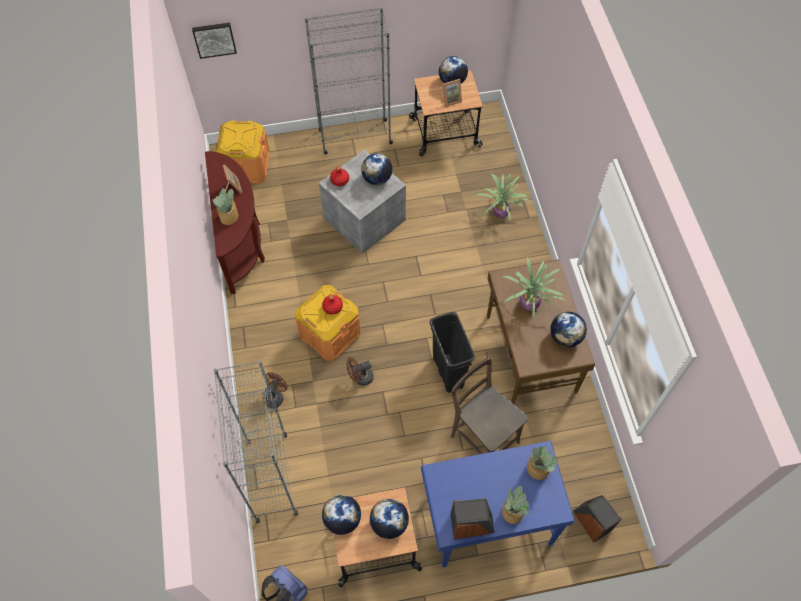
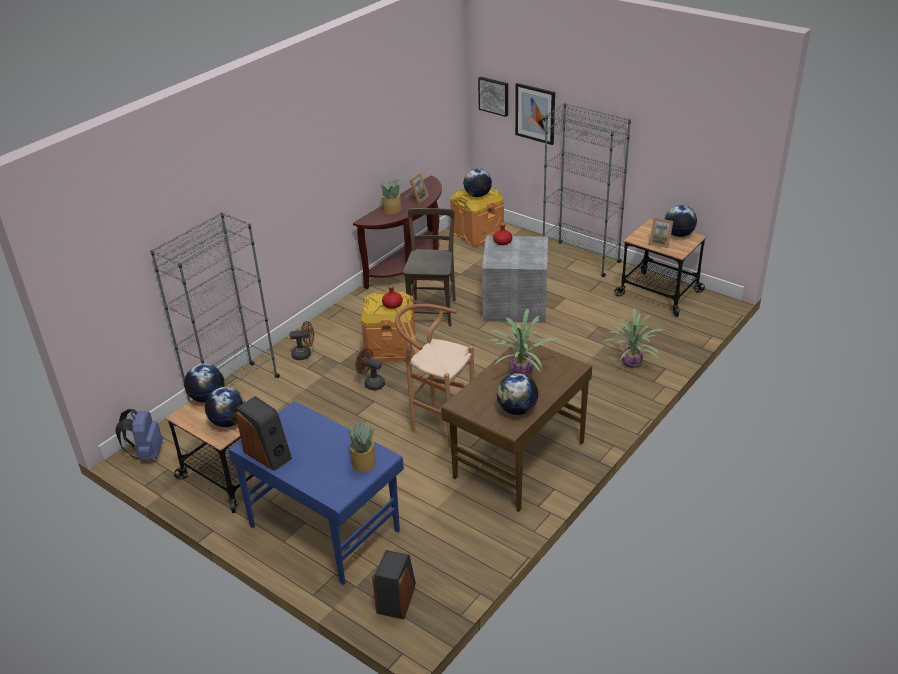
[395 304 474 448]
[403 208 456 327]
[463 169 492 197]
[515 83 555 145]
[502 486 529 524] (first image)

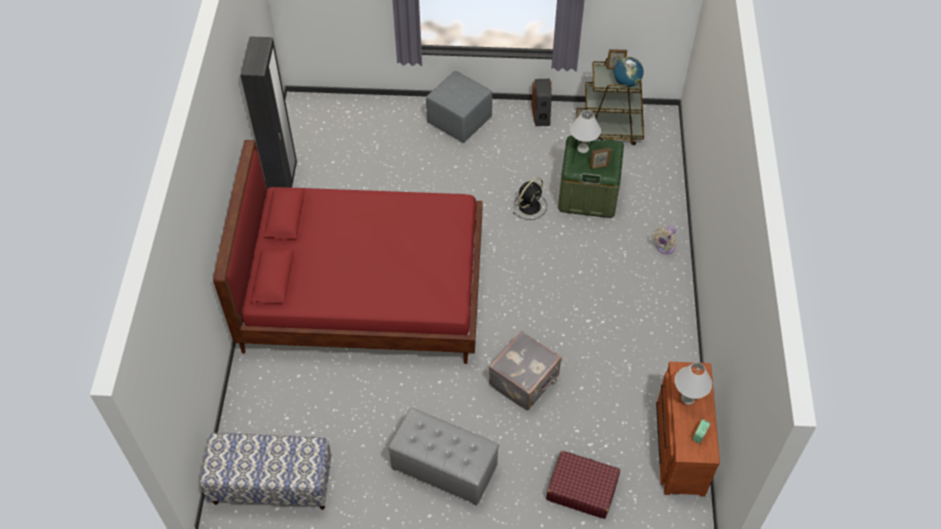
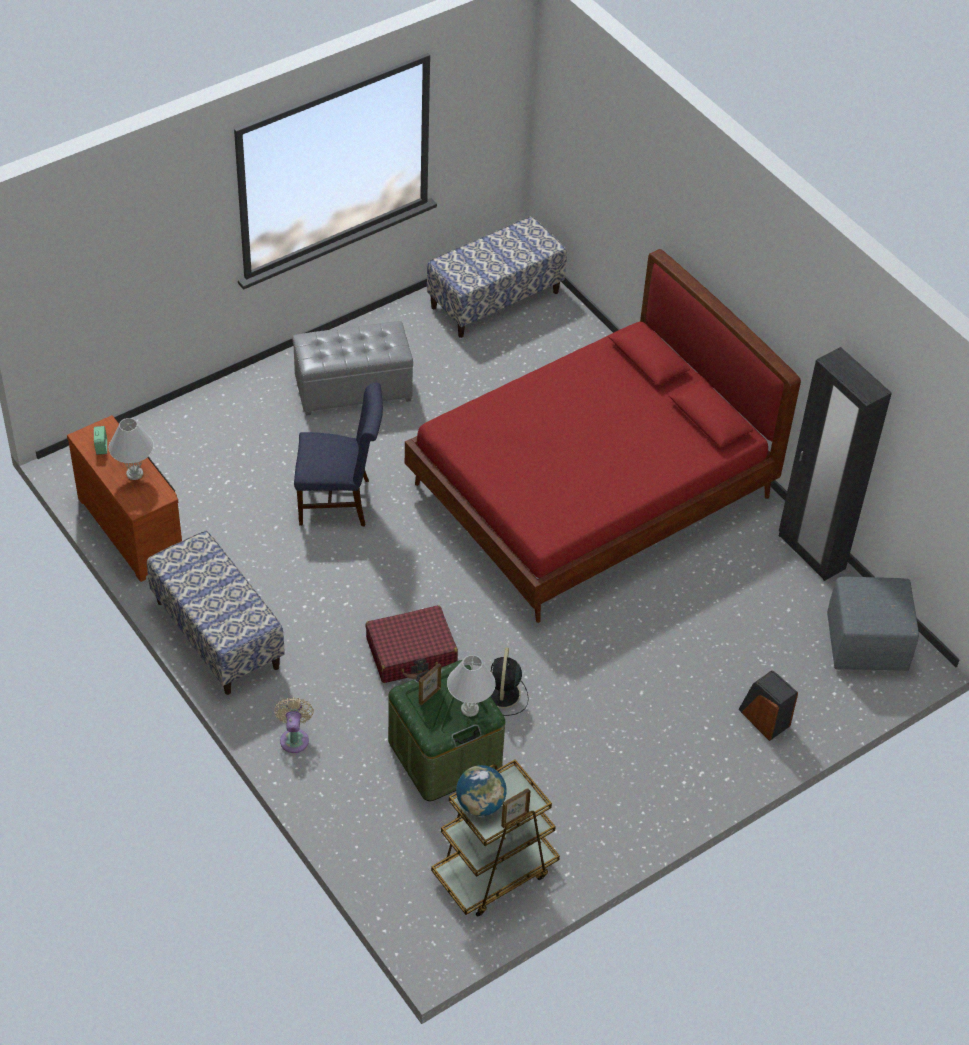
[147 531 285 695]
[294 383 383 527]
[366 605 458 683]
[738 671 798 741]
[827 577 919 671]

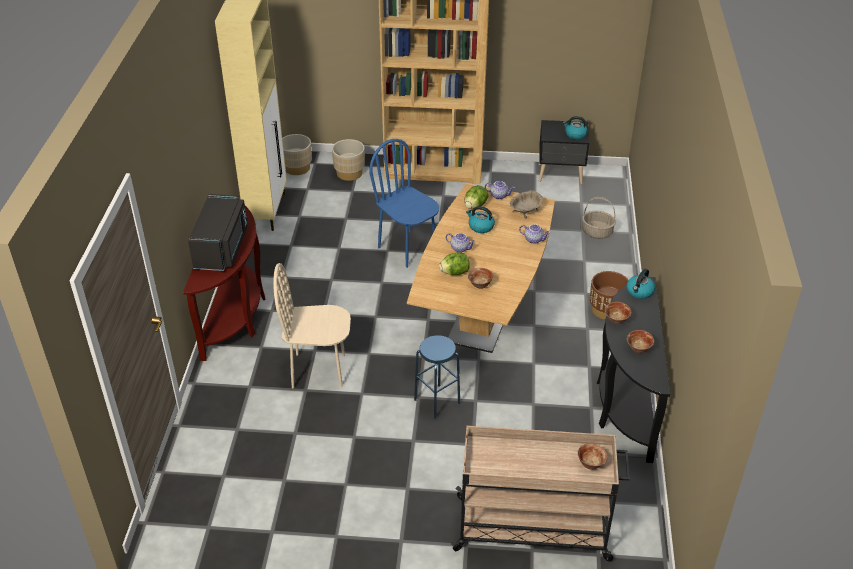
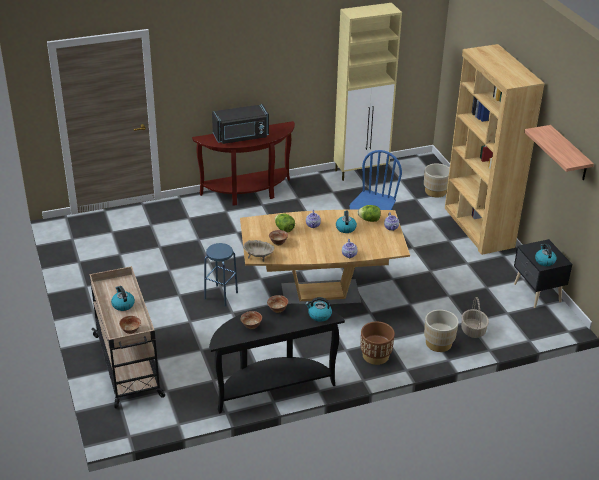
[111 286 135 311]
[243 240 275 262]
[424 310 458 352]
[524 125 594 180]
[273 263 351 388] (first image)

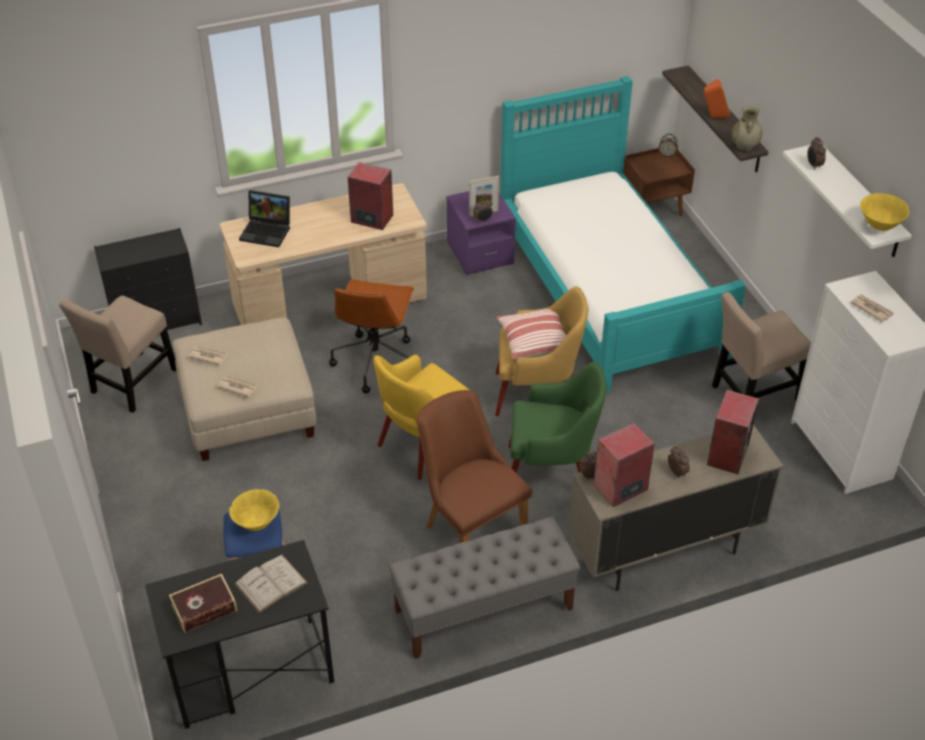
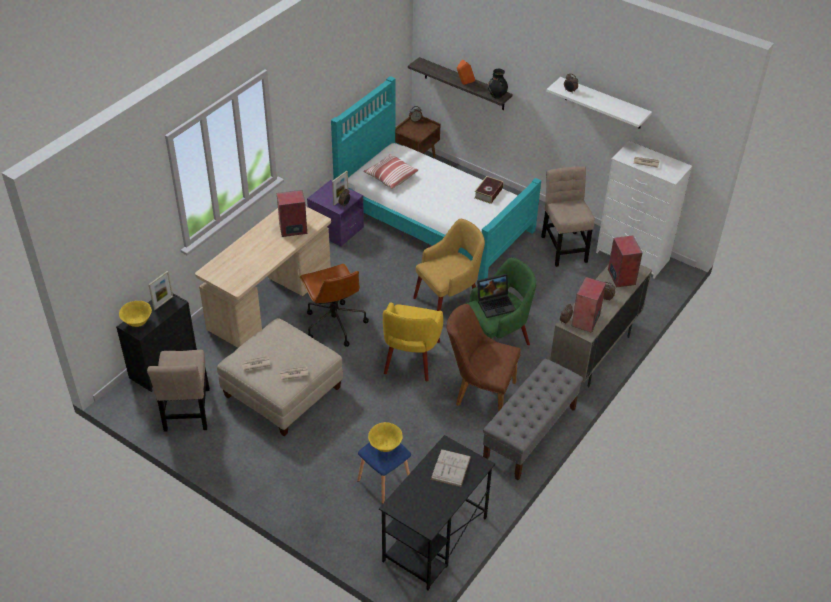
[119 301 152 327]
[148 271 173 310]
[363 154 418 189]
[474 176 504 204]
[477 274 516 318]
[488 69 508 99]
[541 166 595 267]

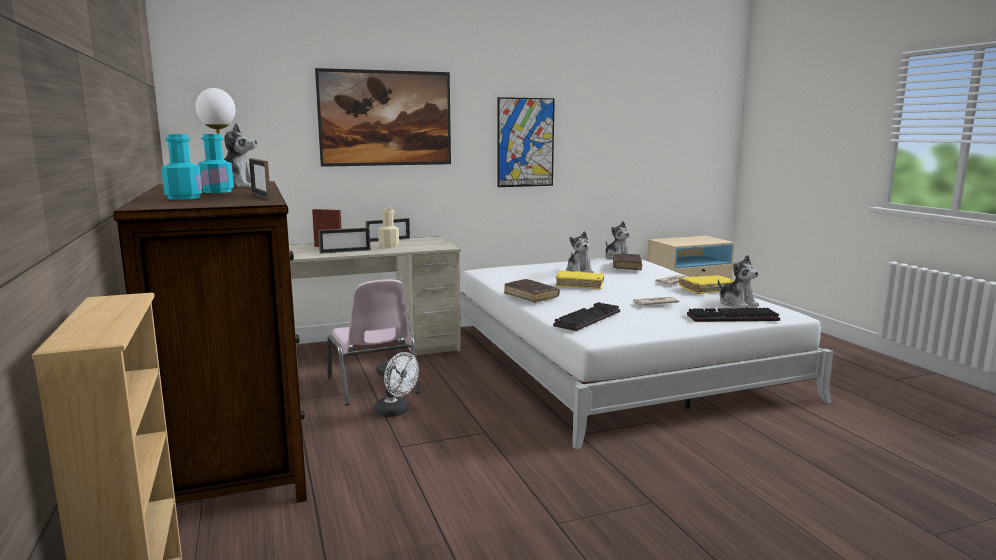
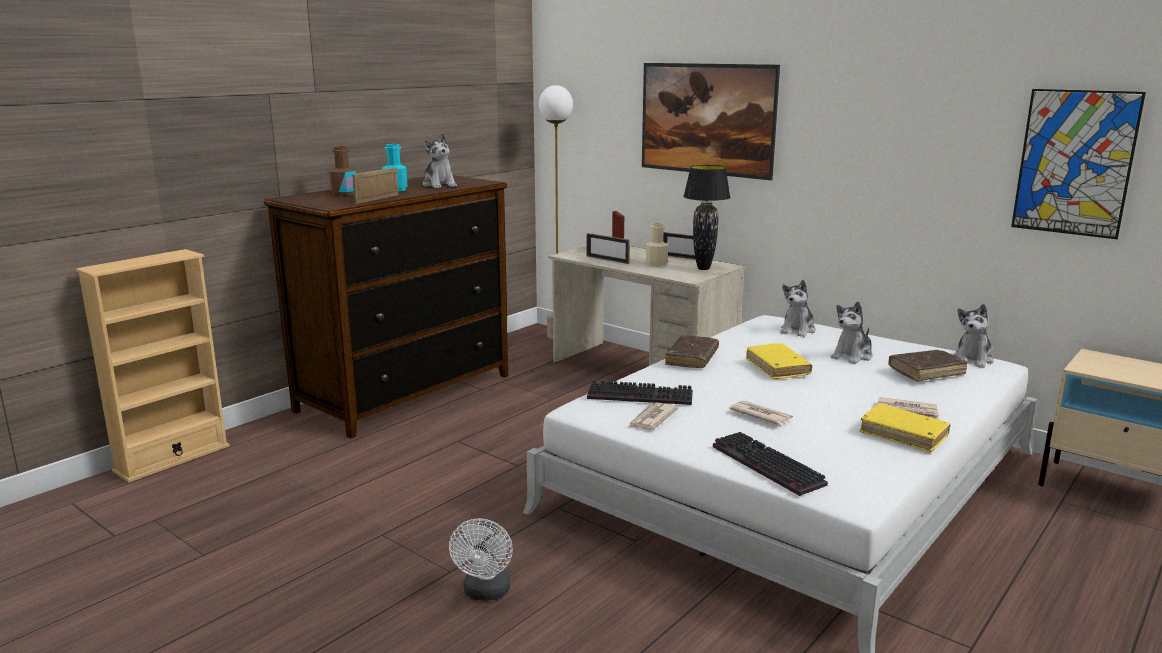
[329 146 356 195]
[449 518 513 601]
[628 403 678 430]
[683 165 730 270]
[781 280 816 337]
[1011 89 1146 239]
[327 279 420 405] (first image)

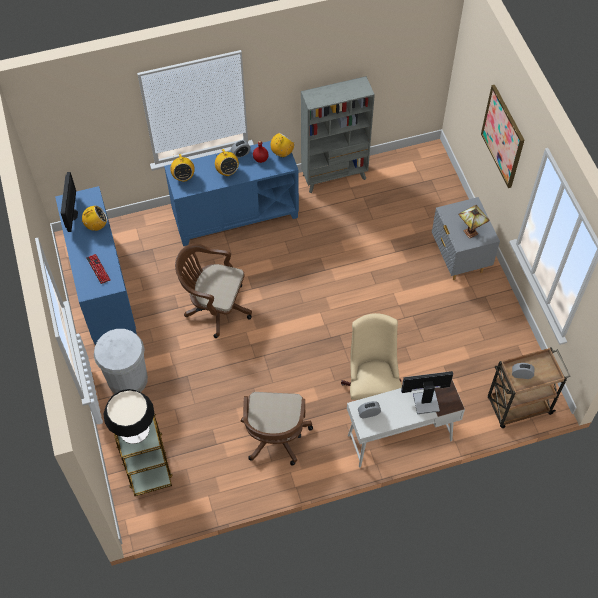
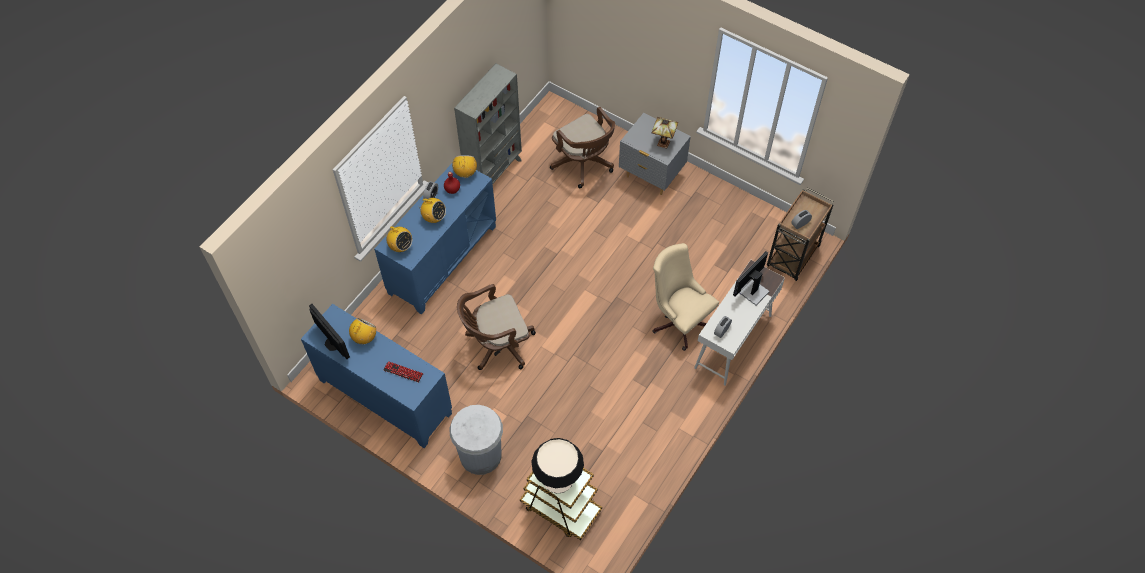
[550 107 615 188]
[481 85 524 188] (first image)

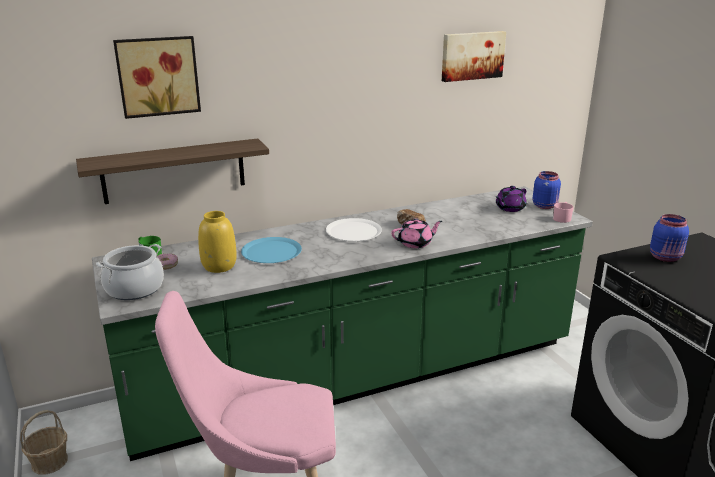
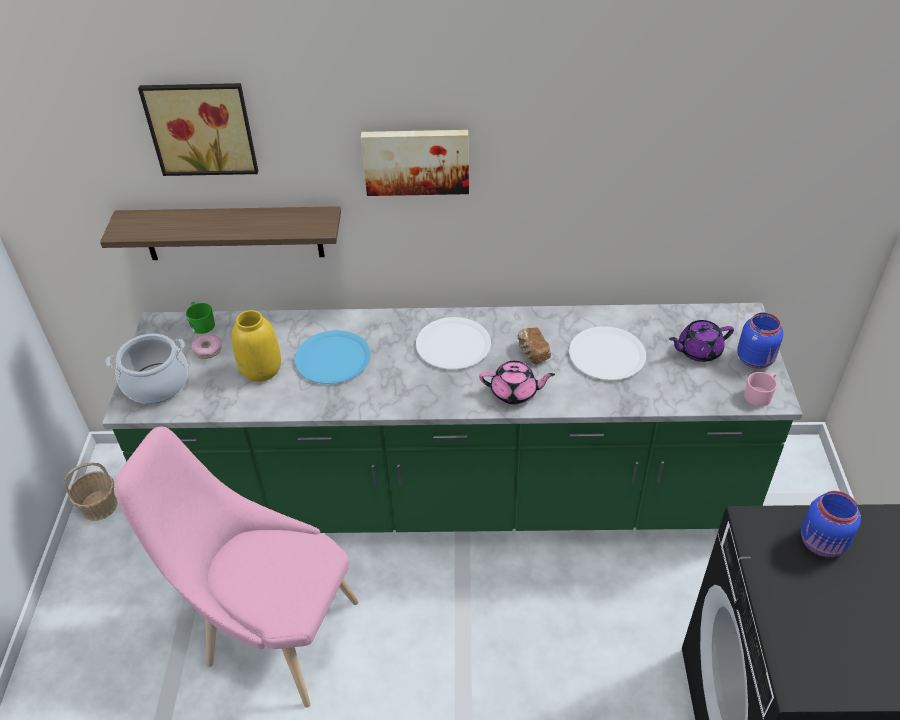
[361 130 469 196]
[569 326 646 380]

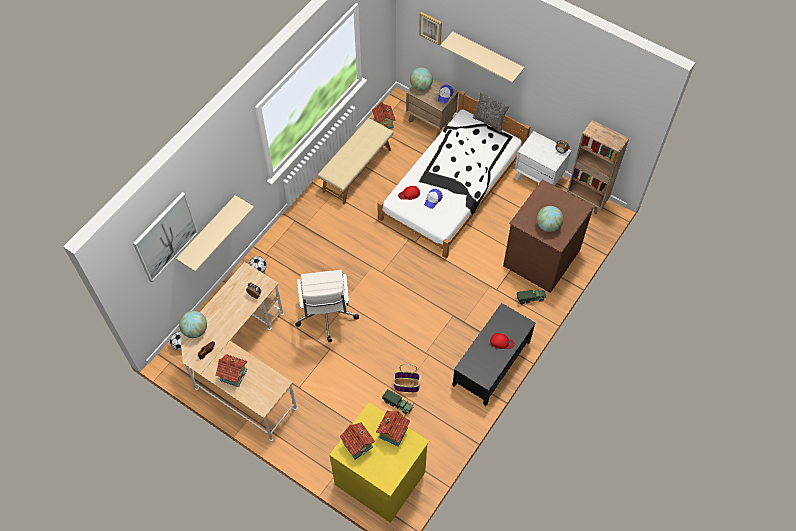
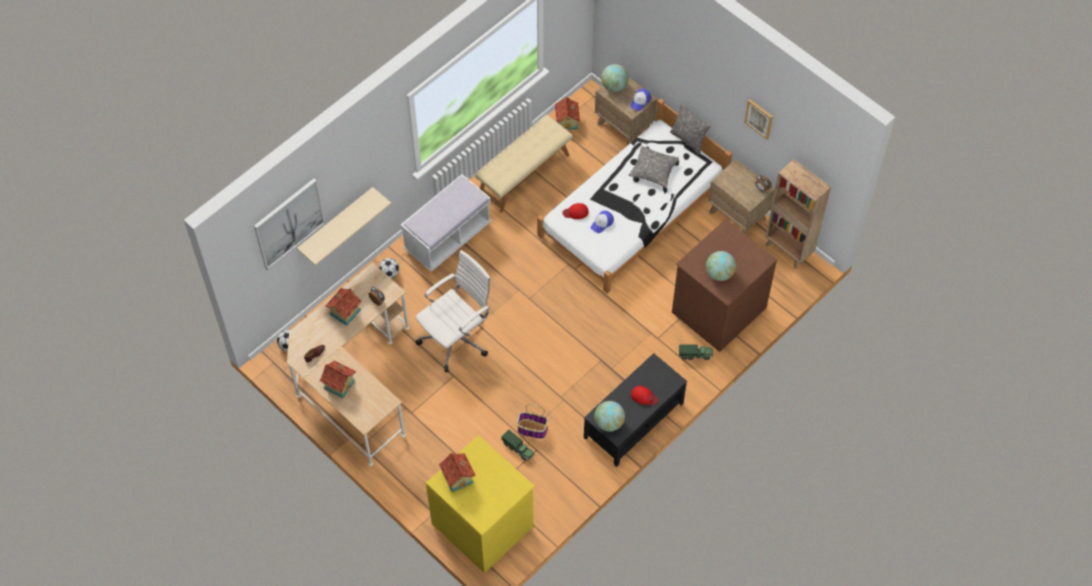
[325 288 362 326]
[401 174 491 272]
[415 250 491 372]
[594 401 625 432]
[629 146 679 188]
[708 159 775 234]
[744 99 773 140]
[440 31 525 83] (first image)

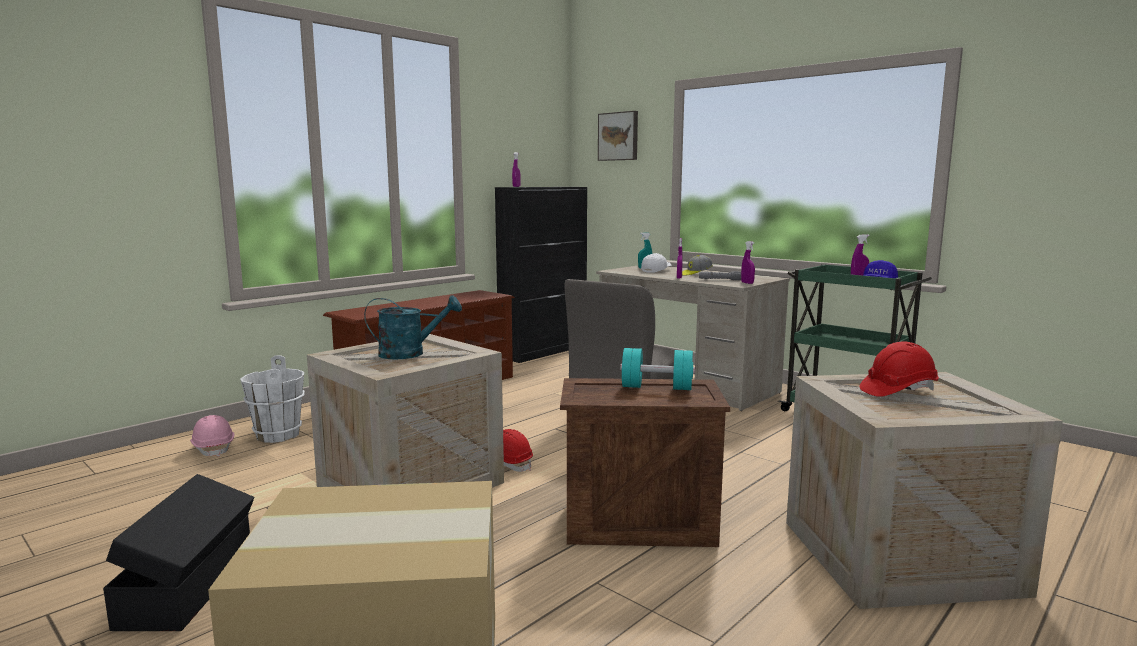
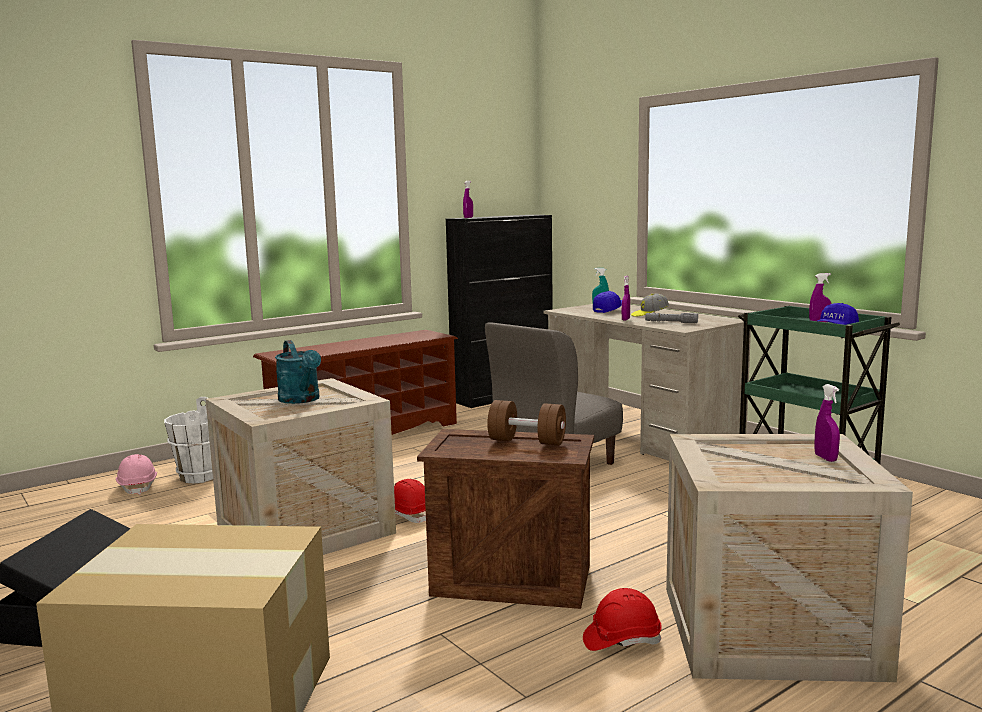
[275 340 321 404]
[487 400 566 446]
[583 588 662 651]
[593 291 622 313]
[814 384 840 462]
[598 111 638 161] (first image)

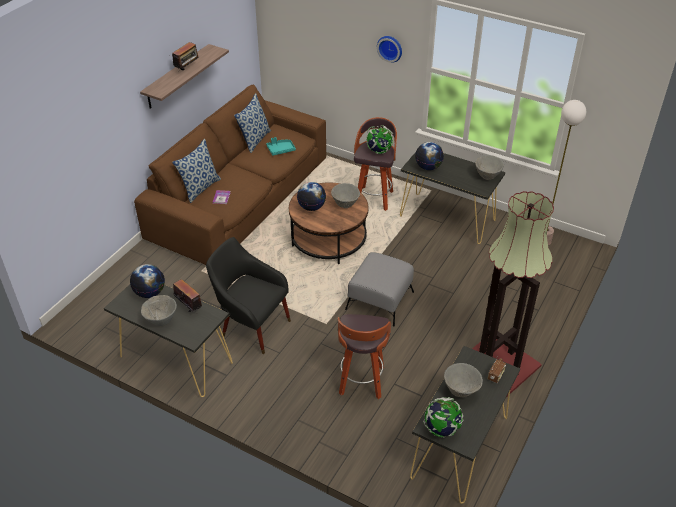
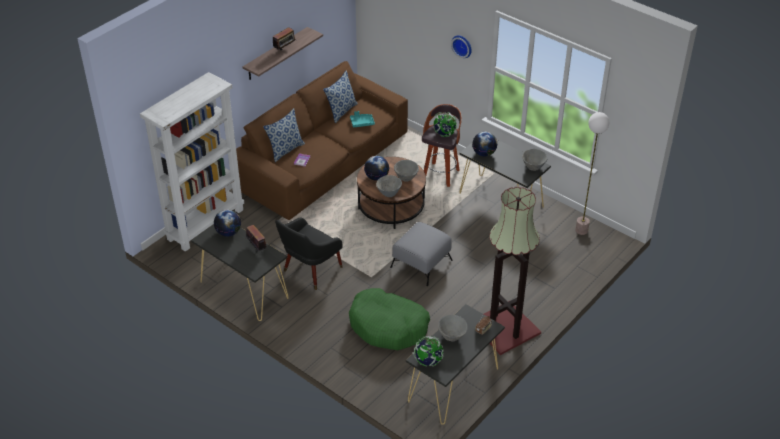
[140 72 244 252]
[275 217 343 290]
[349 288 430 350]
[376 175 402 197]

